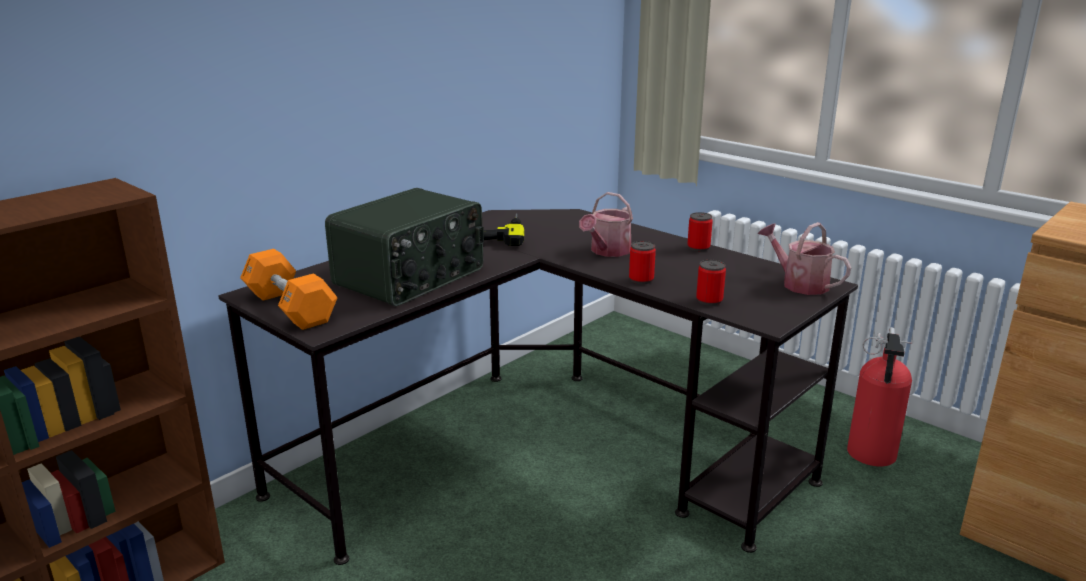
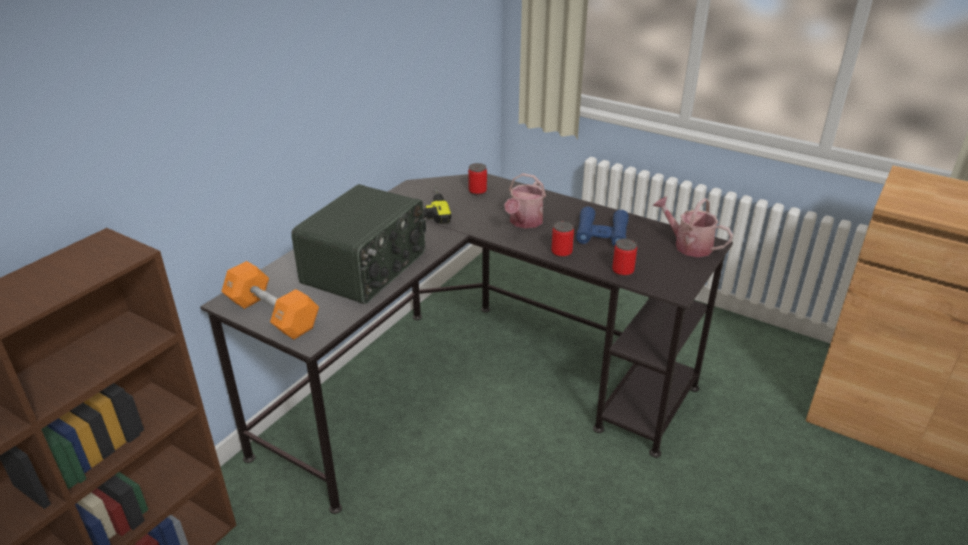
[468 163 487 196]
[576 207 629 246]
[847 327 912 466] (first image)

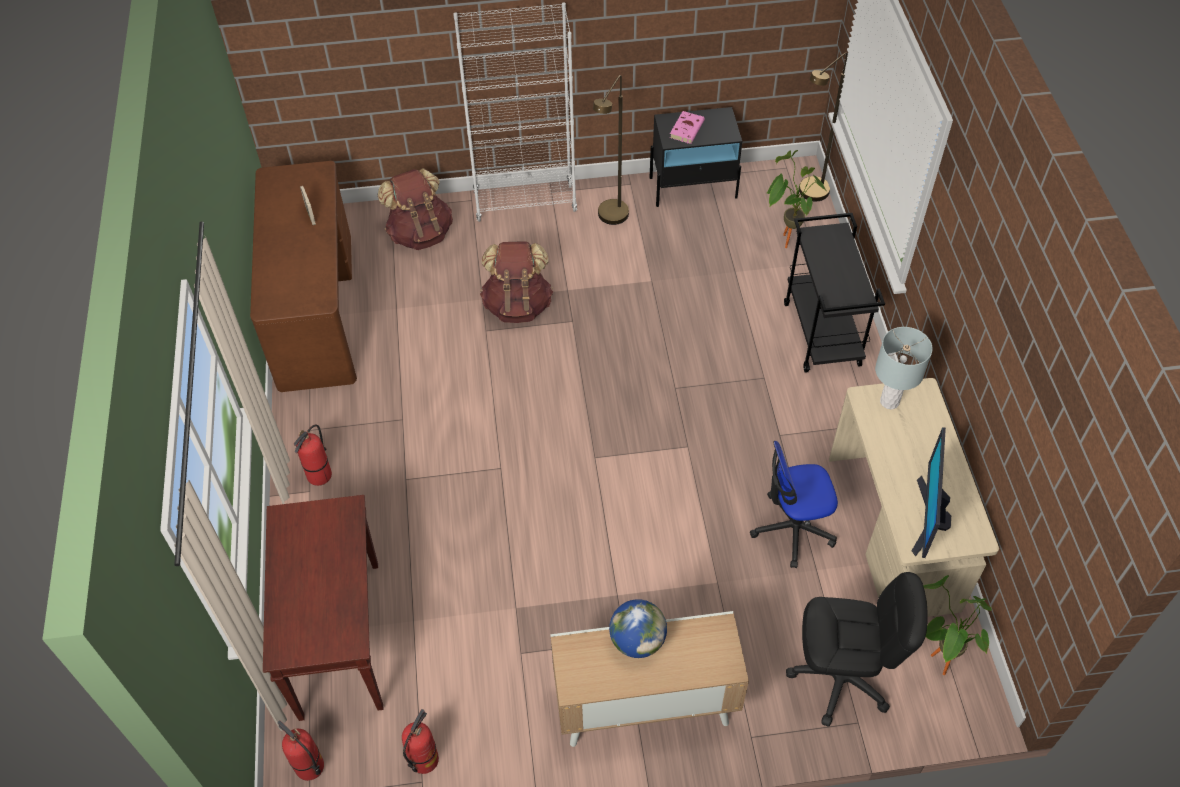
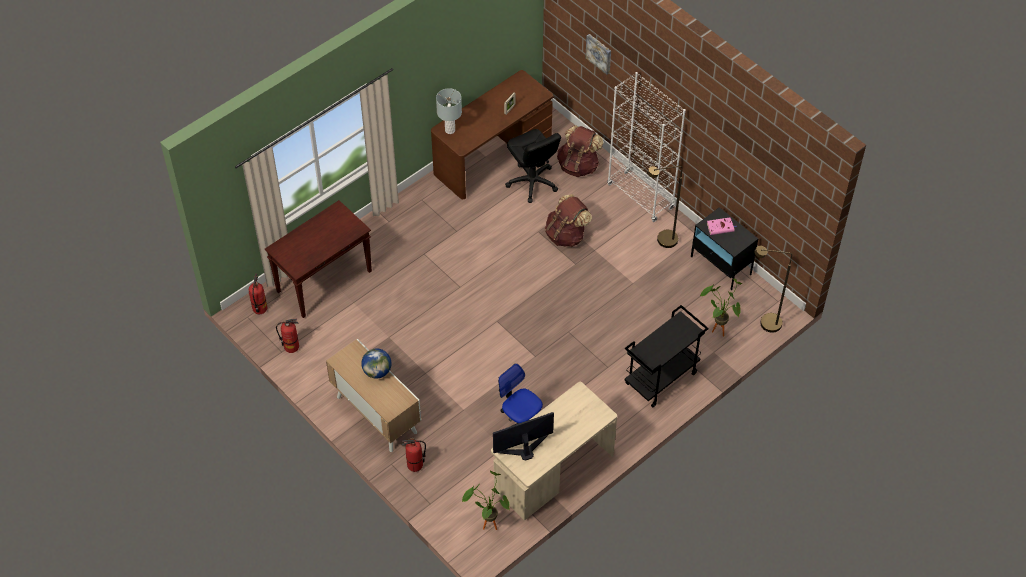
[401 438 426 472]
[436 88 462 134]
[505 129 561 203]
[585 34 611 75]

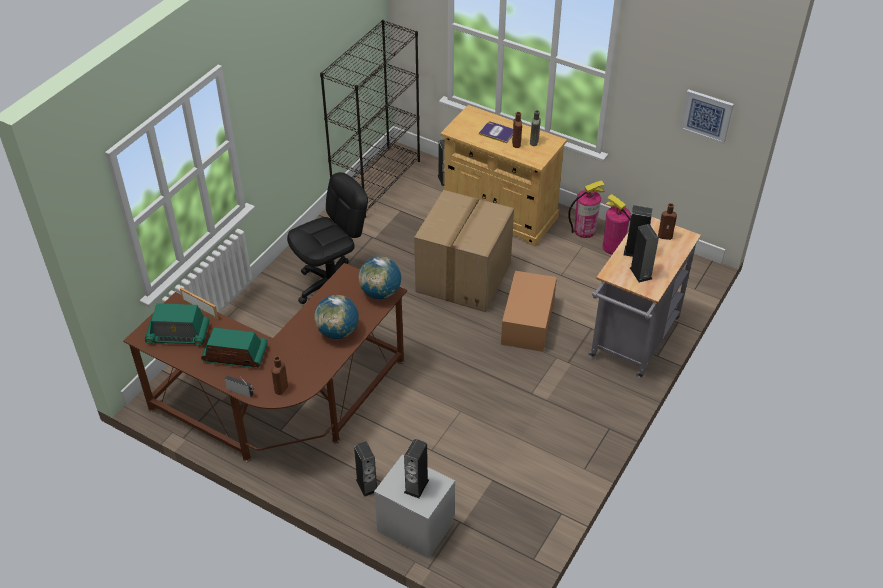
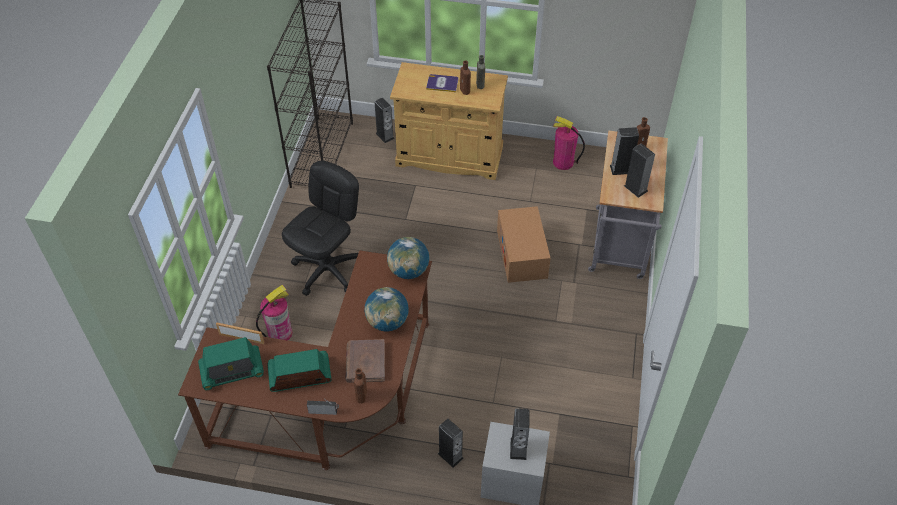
[256 285 292 340]
[345 339 385 383]
[414 190 514 312] (first image)
[679 89 734 144] (first image)

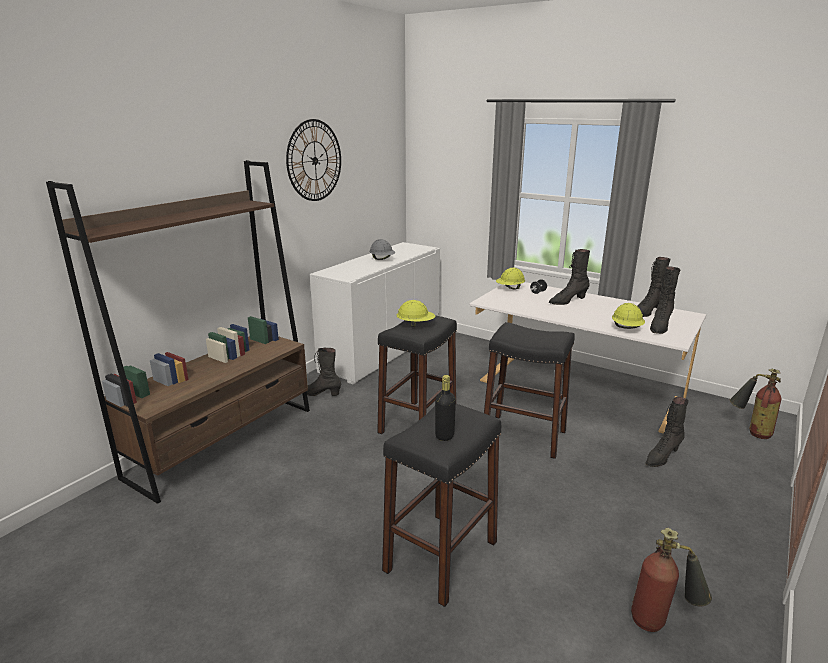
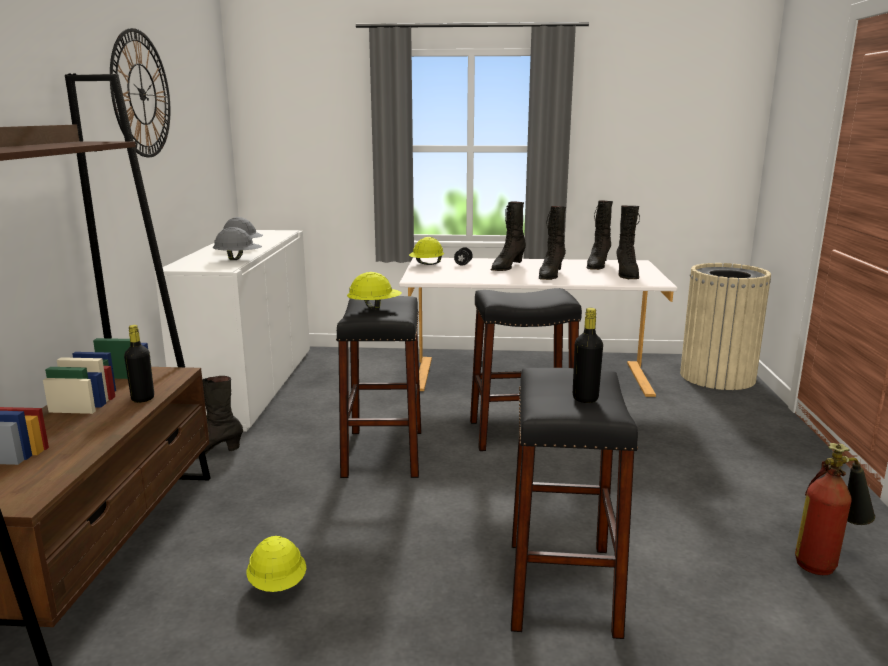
[124 325 154 403]
[213 227 262 260]
[247 536 306 592]
[539 206 566 280]
[680 263 771 390]

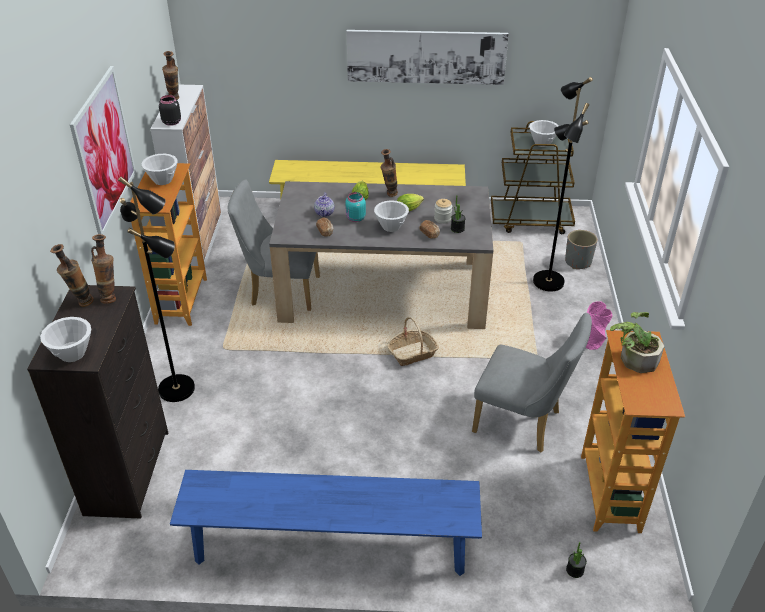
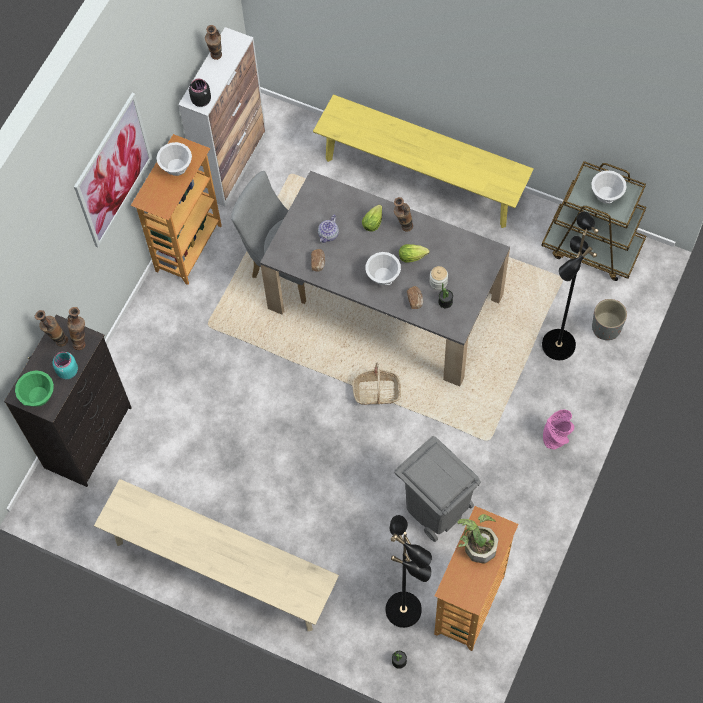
[15 370 54 407]
[53 352 78 379]
[94 479 339 631]
[386 515 432 628]
[394 436 481 542]
[347 30 509 85] (first image)

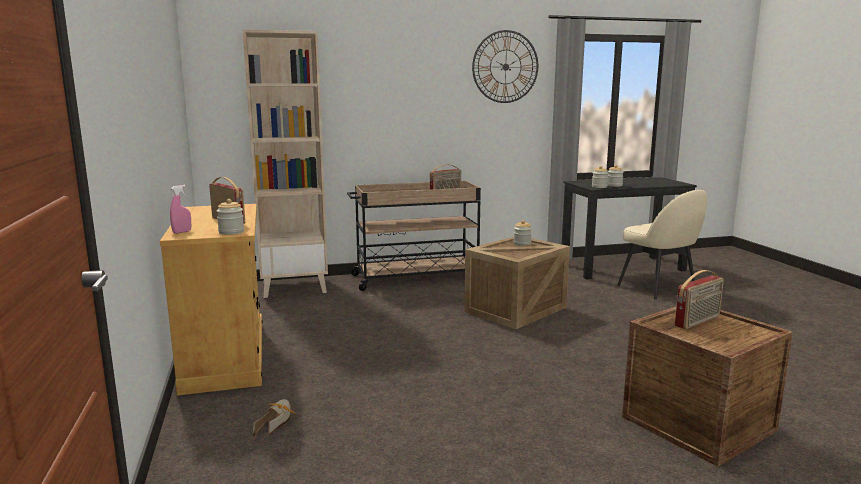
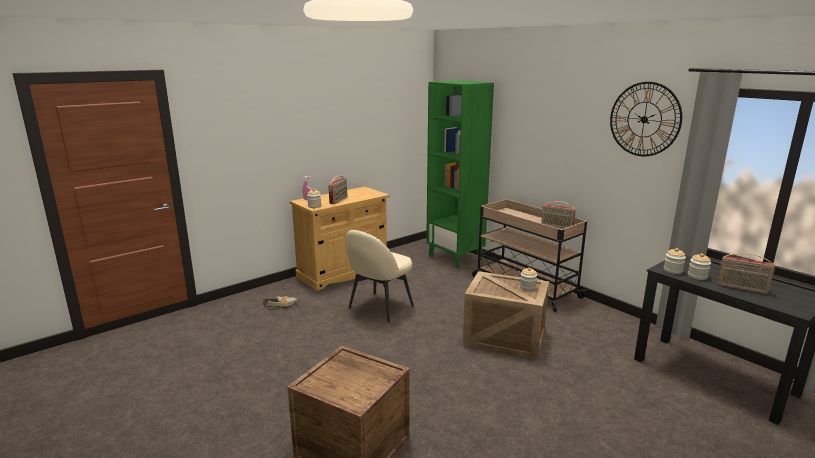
[346 230 414 323]
[426 80 494 268]
[718 253 775 294]

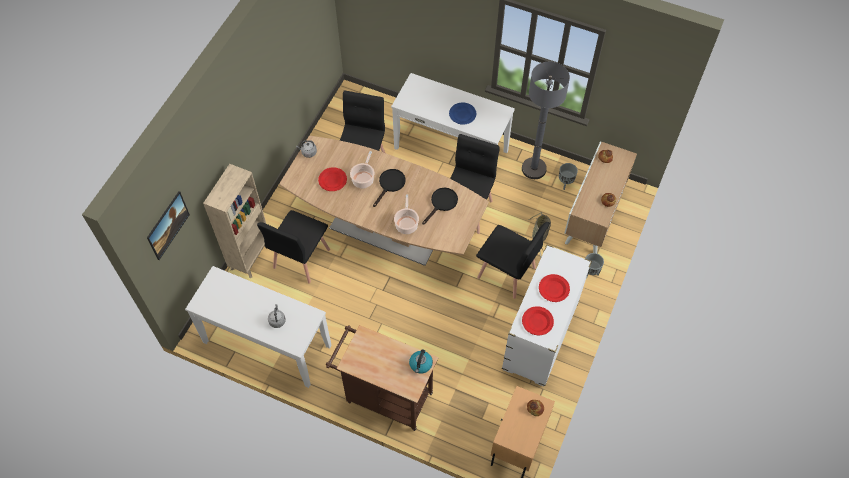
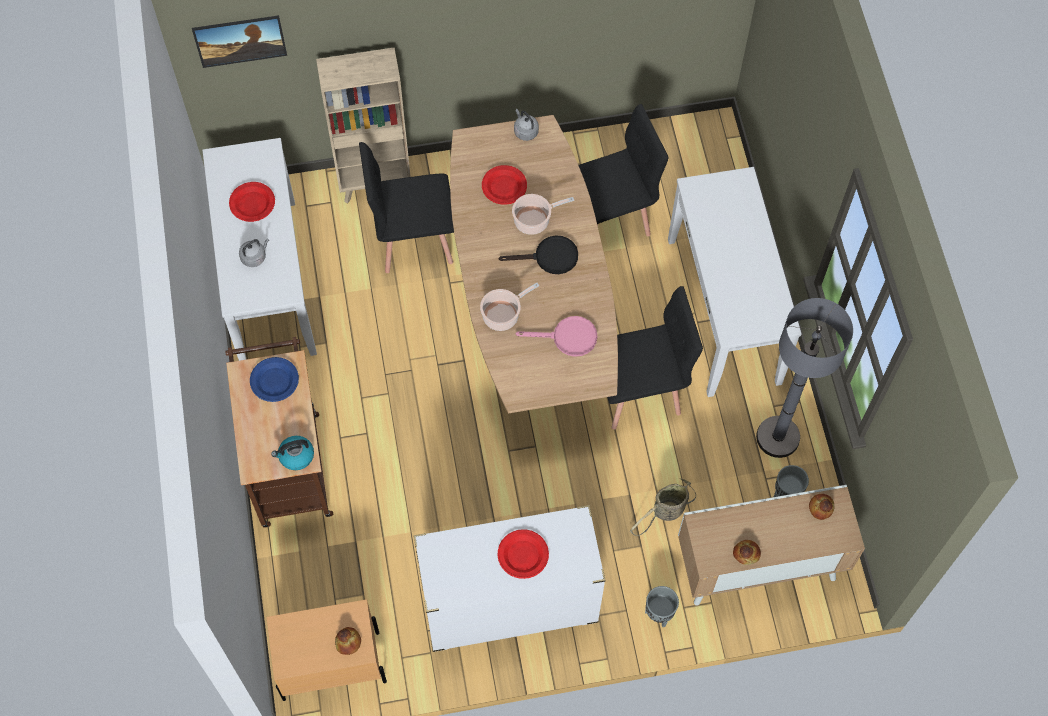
[229 182 275 222]
[250 357 299 402]
[516 316 598 357]
[476 222 550 299] (first image)

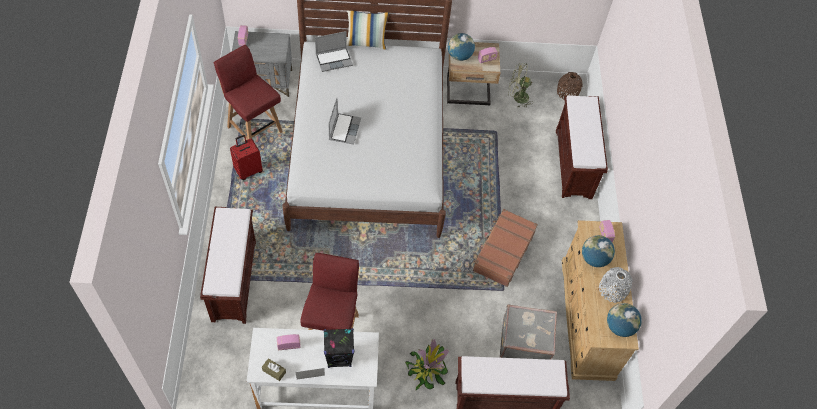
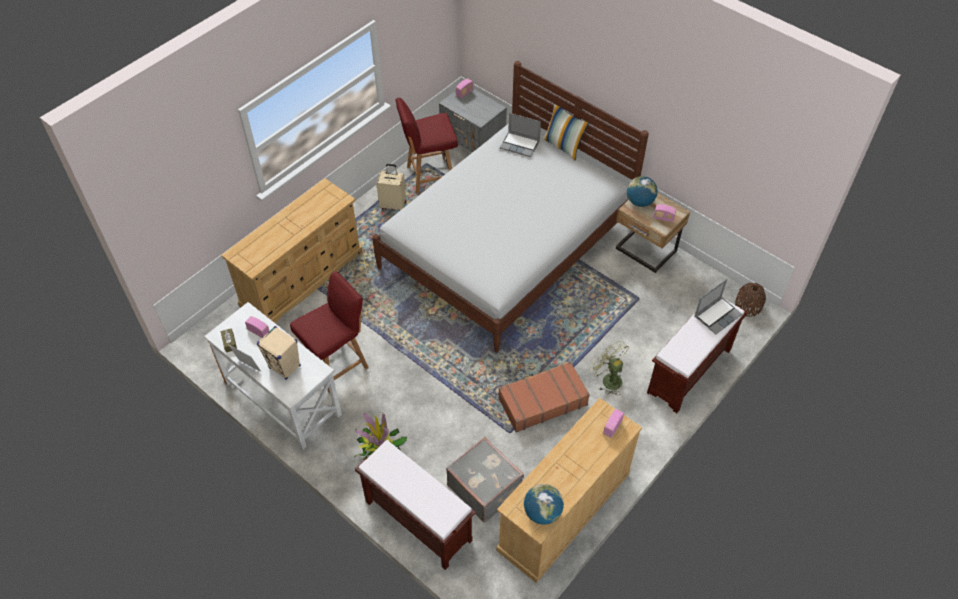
[221 178 363 323]
[257 326 301 380]
[376 164 407 211]
[396 98 458 194]
[591 341 629 395]
[695 279 742 334]
[582 235 615 267] (first image)
[599 267 633 303] (first image)

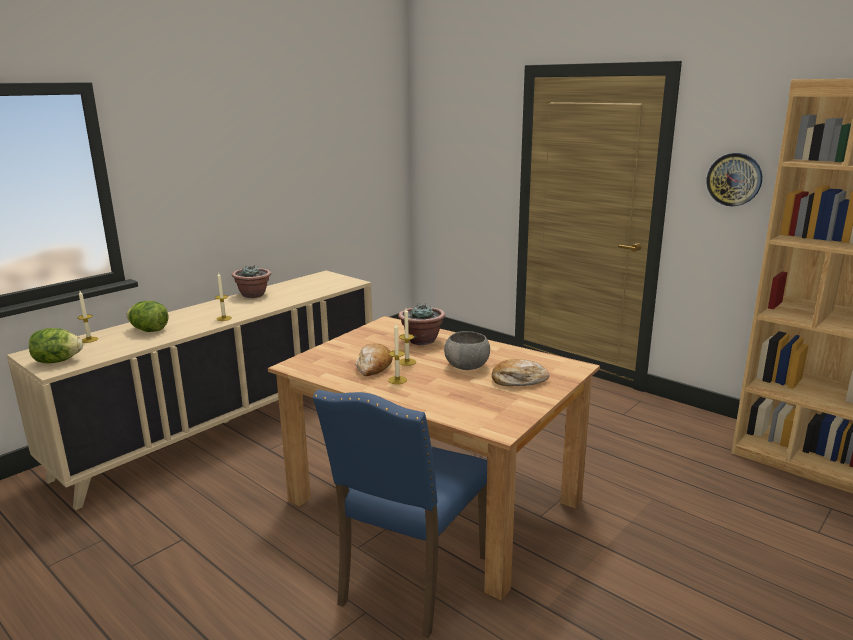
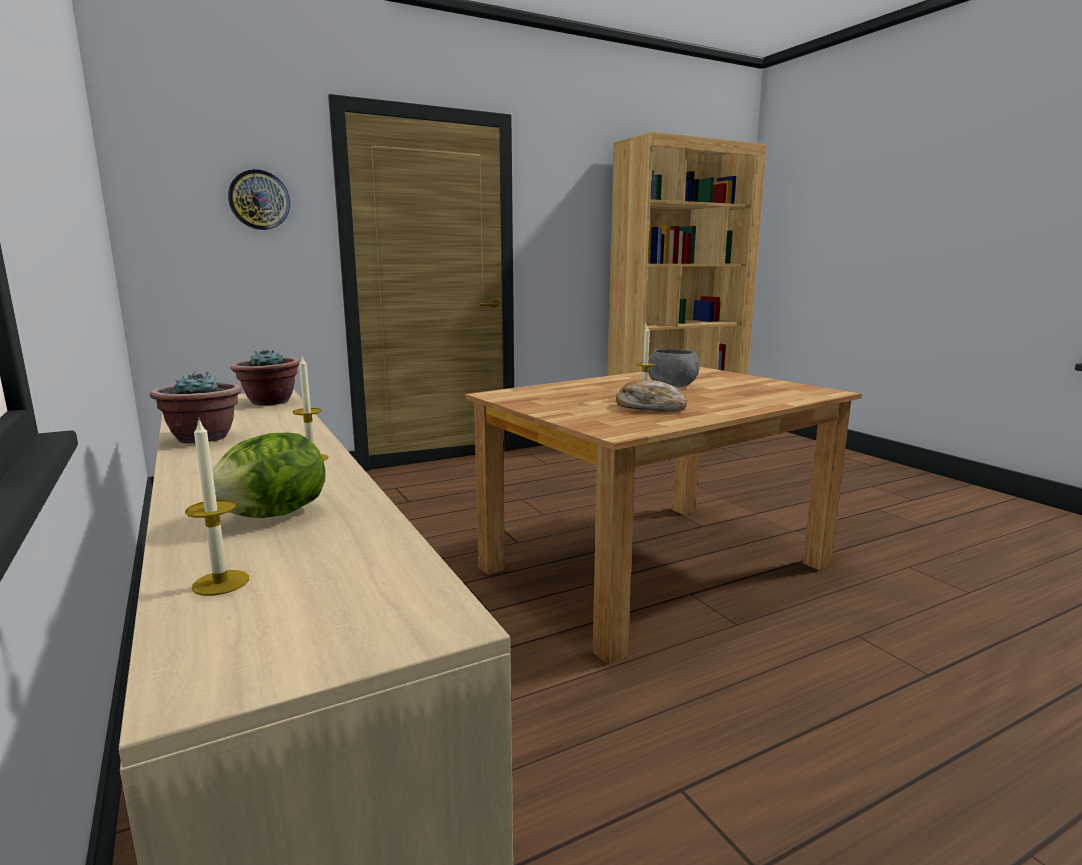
[228 169 290 230]
[230 349 300 406]
[29 328 83 364] (first image)
[313 389 487 638] (first image)
[388 323 407 384] (first image)
[492 359 550 386] (first image)

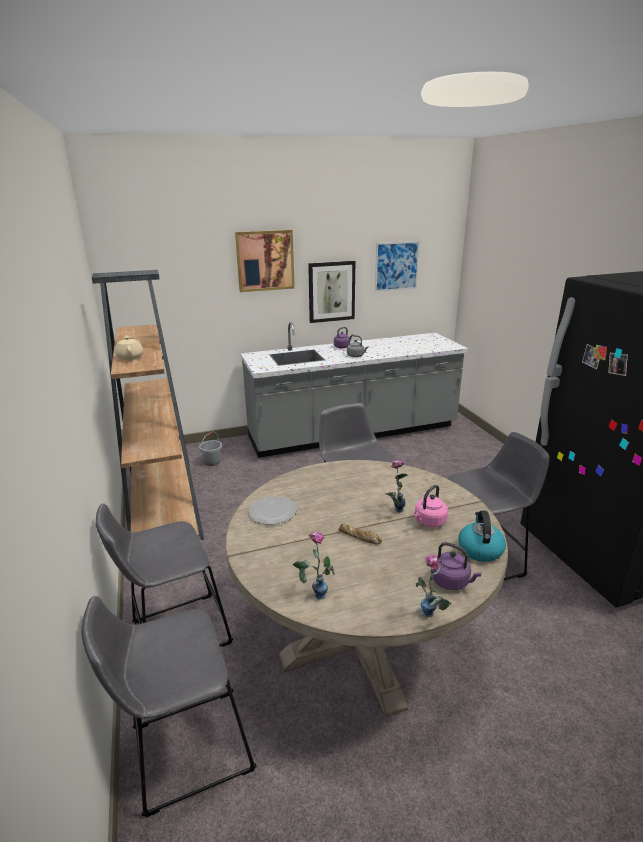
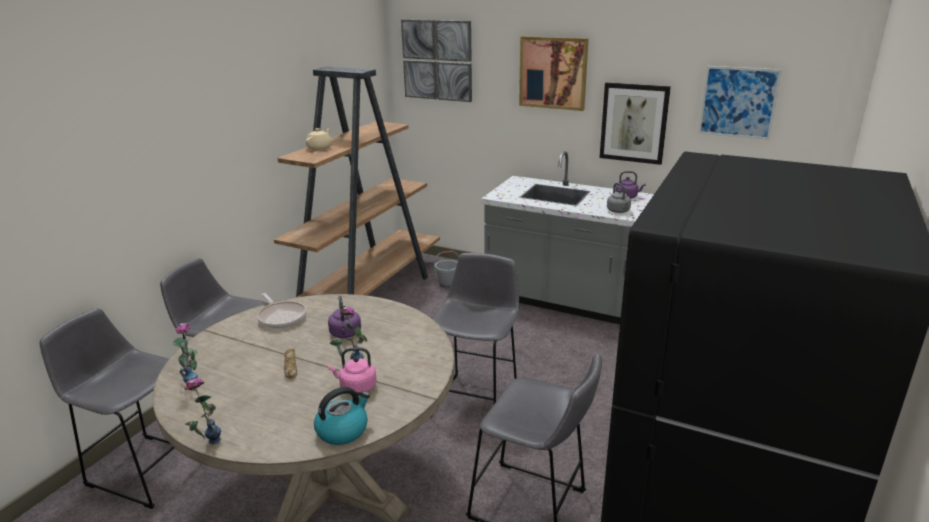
[257 293 306 328]
[328 296 361 338]
[401 19 472 102]

